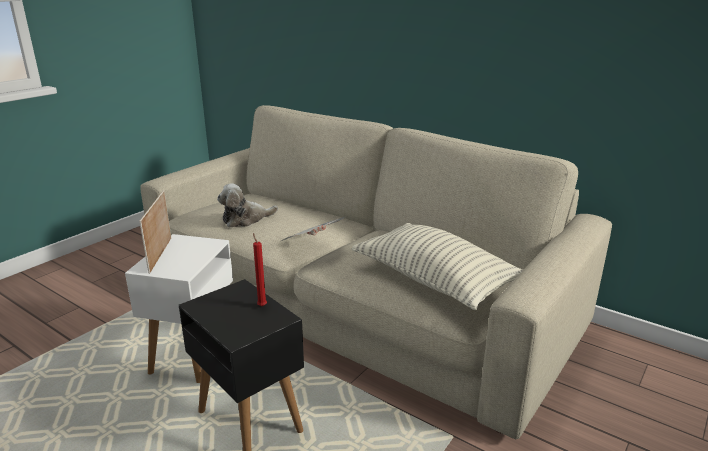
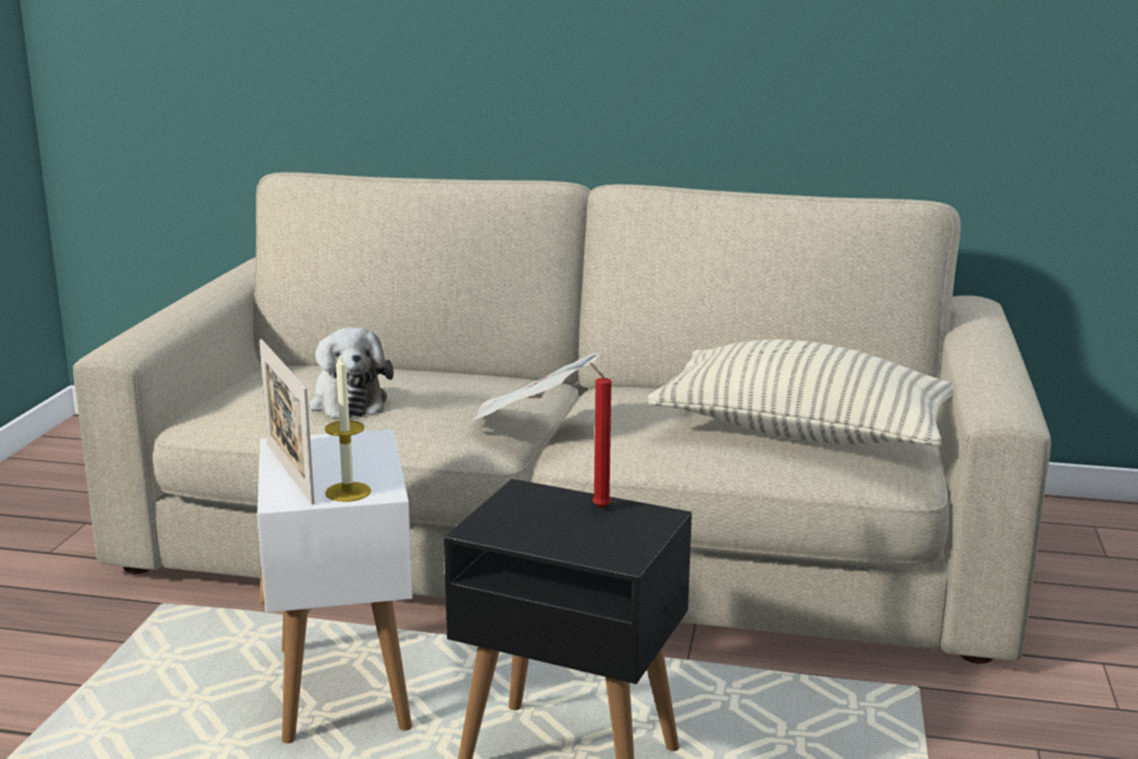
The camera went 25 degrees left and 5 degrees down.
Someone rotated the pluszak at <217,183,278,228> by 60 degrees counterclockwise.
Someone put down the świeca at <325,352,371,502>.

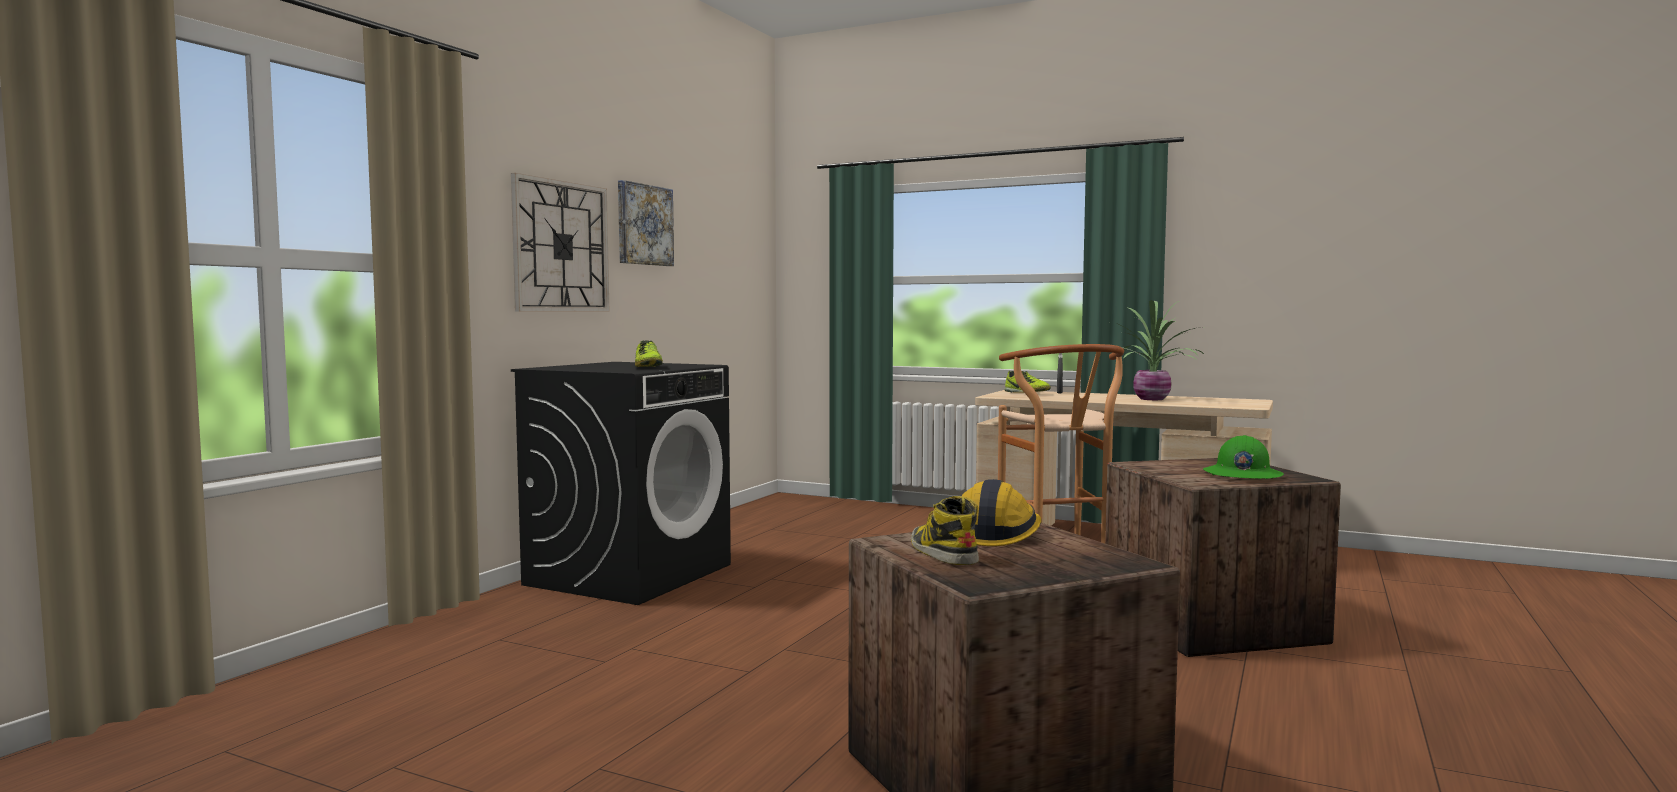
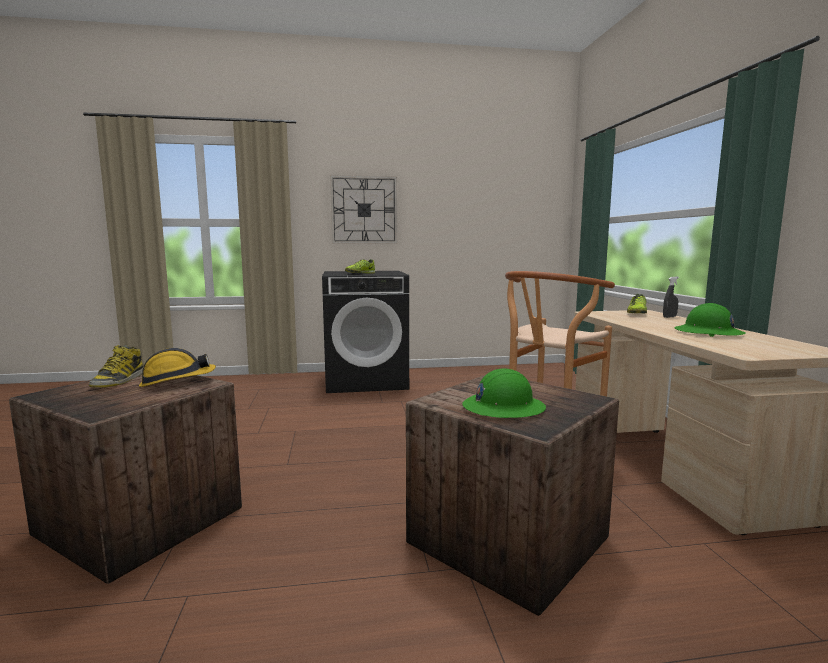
The camera went 55 degrees right and 5 degrees up.
Someone took away the obraz at <618,180,674,266>.
Someone swapped the roślina doniczkowa at <1108,300,1205,400> for the kask/zielony at <675,303,746,337>.
Someone rotated the but z cholewką at <911,496,979,565> by 150 degrees clockwise.

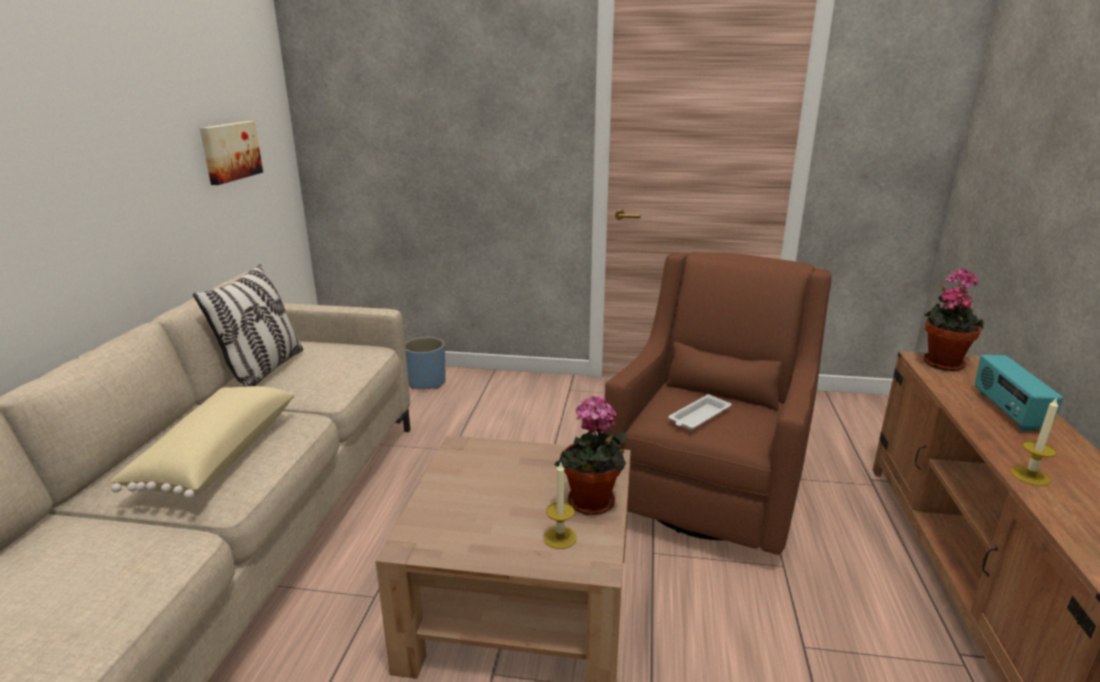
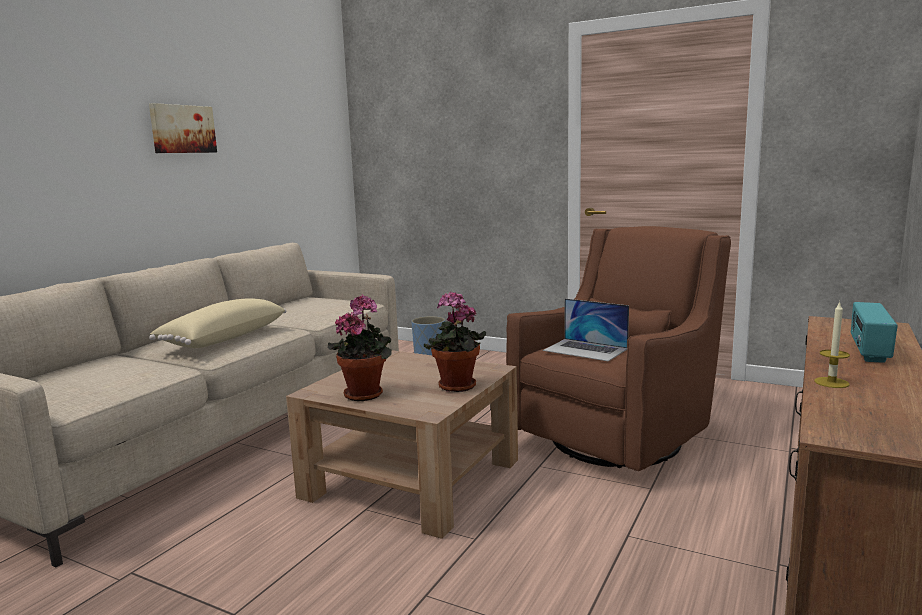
The camera went 20 degrees right and 10 degrees down.
Someone carried the obraz from <200,121,263,185> to <149,103,217,153>.
Someone took away the poduszka at <193,264,303,387>.
Someone carried the roślina doniczkowa from <923,269,984,371> to <328,295,392,401>.
Someone swapped the taca/biały at <668,394,731,430> for the laptop at <543,298,629,362>.
Someone took away the świeca at <544,463,577,549>.

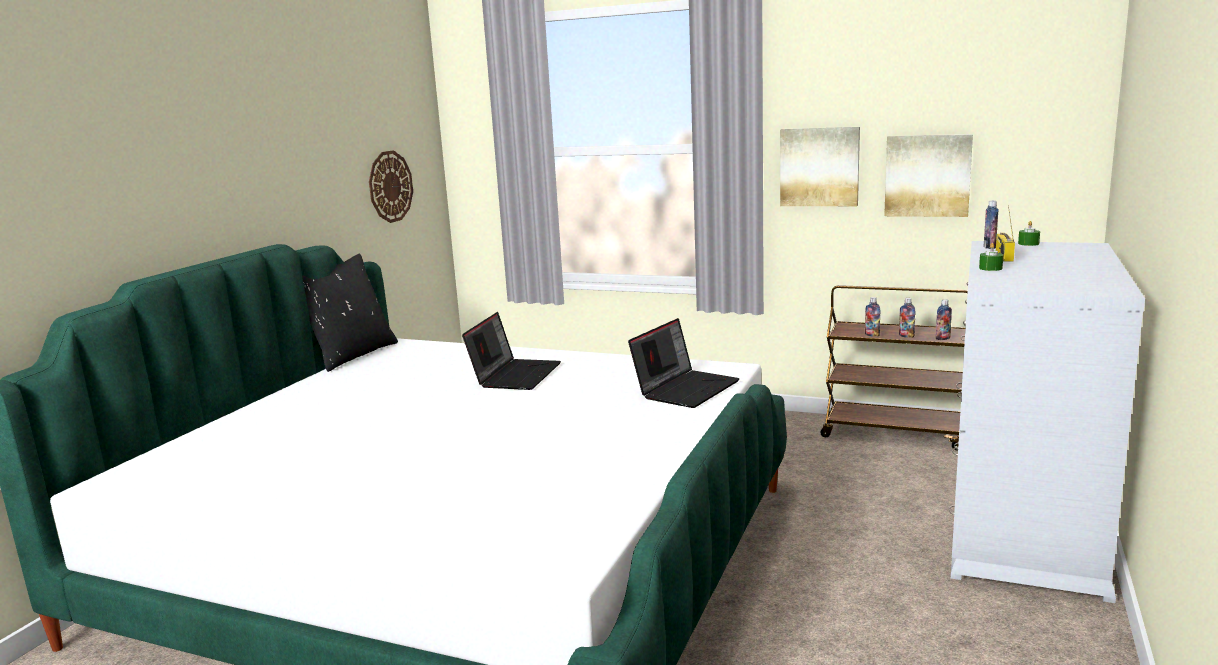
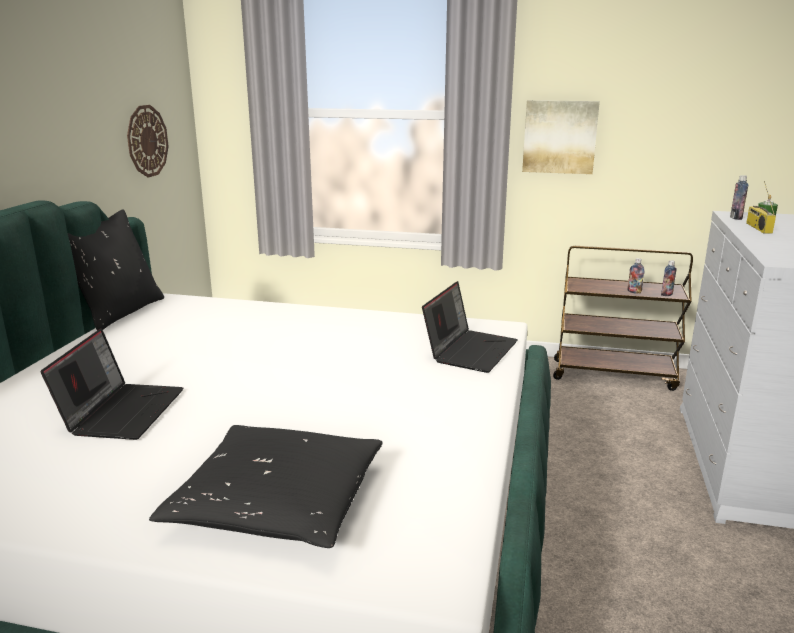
The camera went 10 degrees left and 5 degrees up.
Someone took away the obraz at <884,134,973,217>.
Someone took away the świeca/zielony at <979,243,1003,271>.
Someone took away the butelka at <865,297,881,337>.
Someone carried the laptop from <462,312,561,390> to <41,328,183,440>.
Someone put down the poduszka/czarny at <149,425,383,548>.

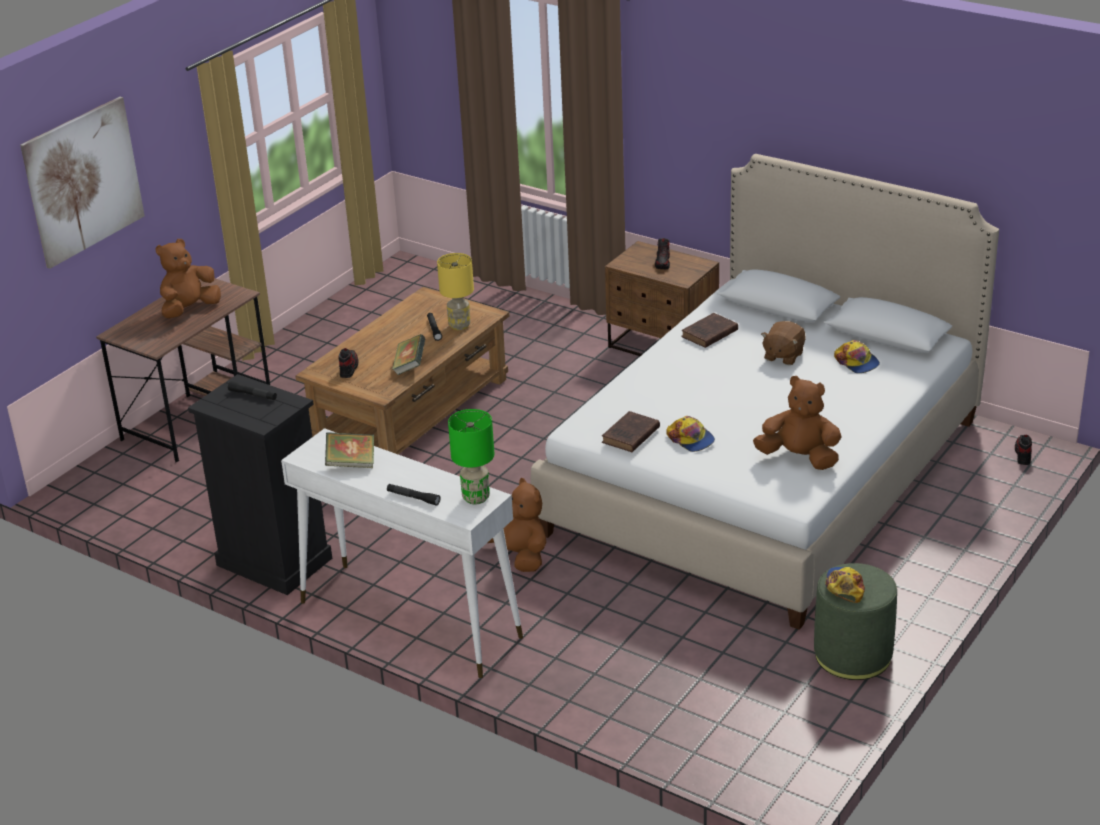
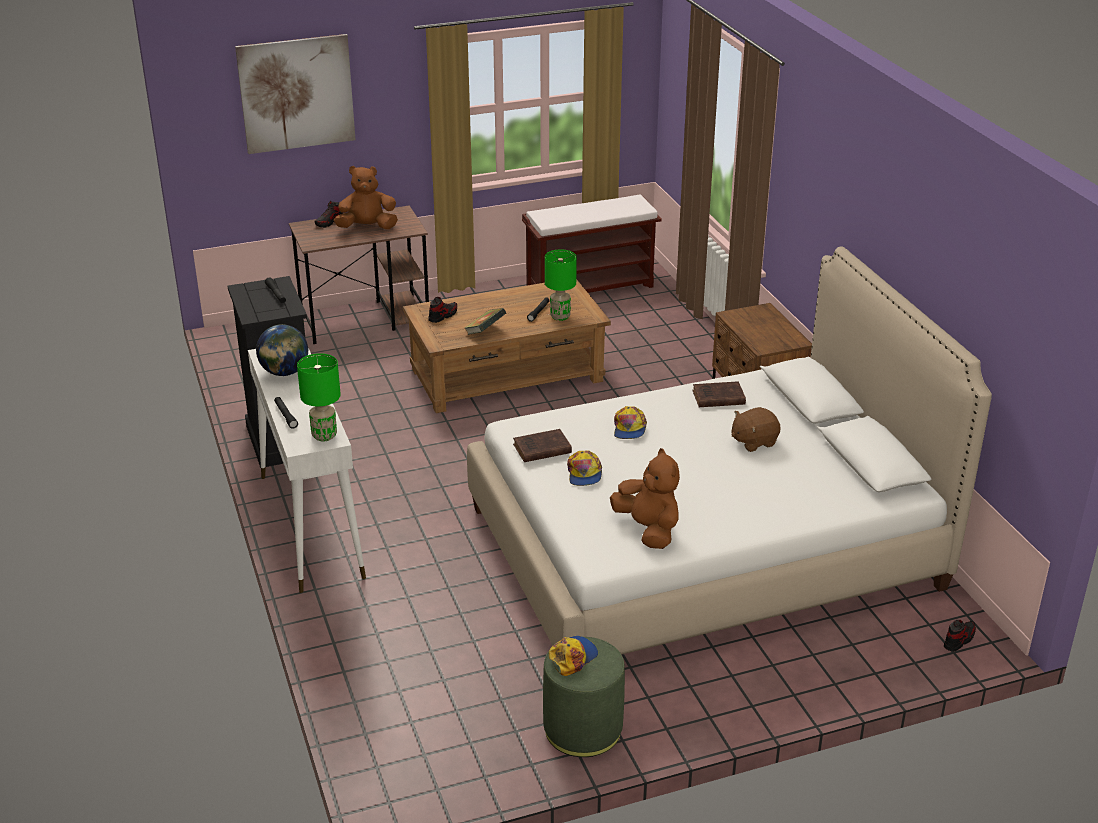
The camera went 35 degrees right and 0 degrees up.
Someone carried the but from <655,238,670,269> to <315,201,343,228>.
Someone repainted the lampa stołowa/żółty at <437,253,474,330>, which became the lampa stołowa/zielony at <545,250,577,321>.
Someone carried the czapka z daszkiem from <834,340,880,373> to <614,406,647,439>.
Someone swapped the książka at <325,432,374,468> for the globus at <256,324,309,376>.
Someone took away the pluszak/brązowy at <488,478,546,572>.
Someone put down the ławka/brązowy at <522,194,662,293>.

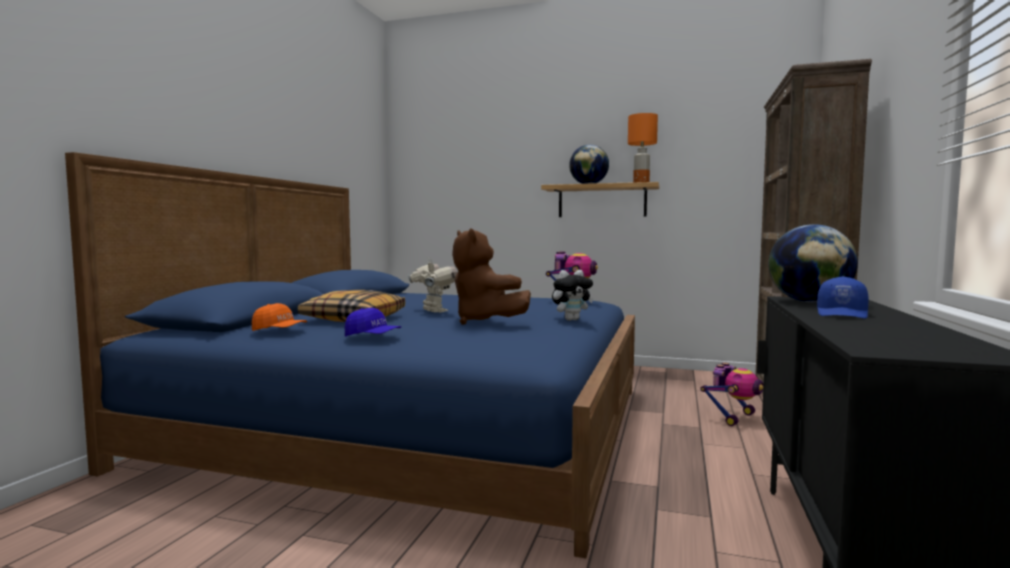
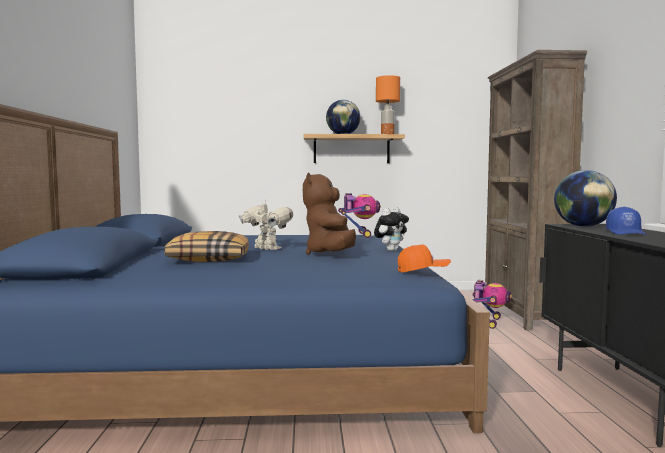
The camera went 20 degrees left and 0 degrees up.
Someone rotated the pluszak/brązowy at <452,228,531,325> by 60 degrees clockwise.
Someone carried the czapka z daszkiem/pomarańczowy from <252,303,307,331> to <398,244,451,273>.
Someone took away the czapka z daszkiem/niebieski at <345,308,401,337>.

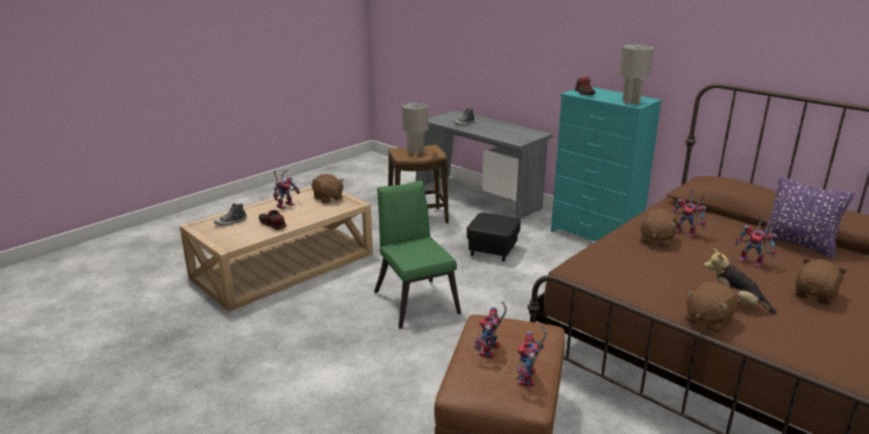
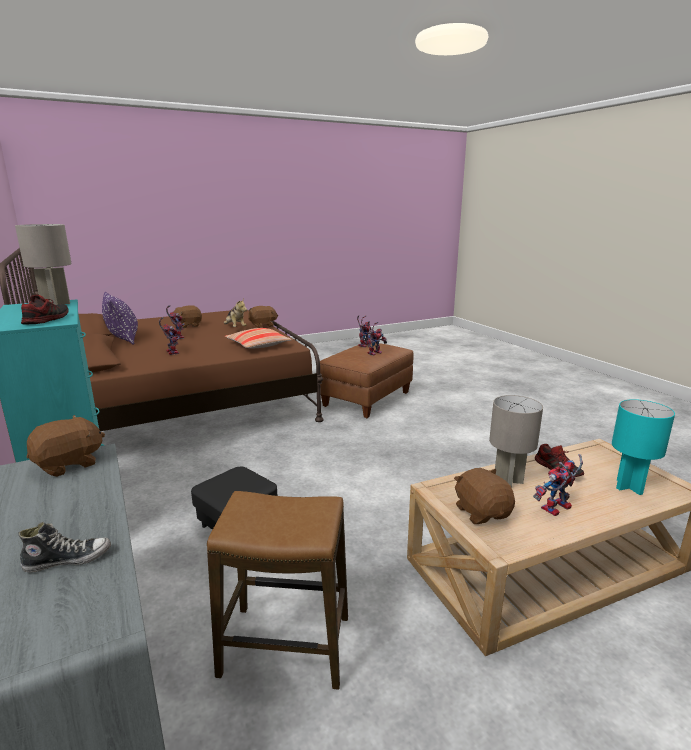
The camera went 160 degrees left and 5 degrees down.
Someone carried the lampa stołowa/szary from <402,102,428,155> to <489,395,543,488>.
Someone took away the krzesło/zielony at <374,180,461,329>.
Someone swapped the but at <214,203,247,226> for the lampa stołowa/turkusowy at <612,399,675,495>.
Someone carried the pluszak/brązowy from <640,209,677,247> to <27,415,105,477>.
Someone put down the poduszka at <225,328,292,348>.

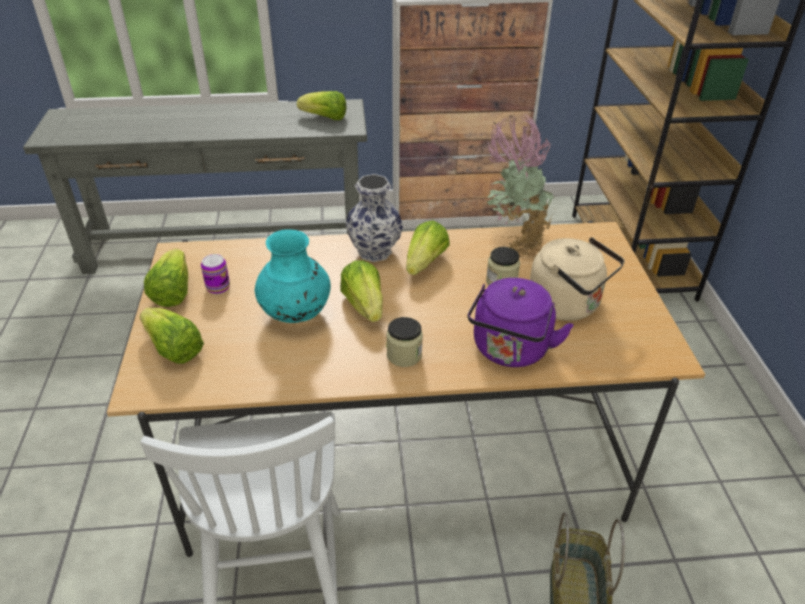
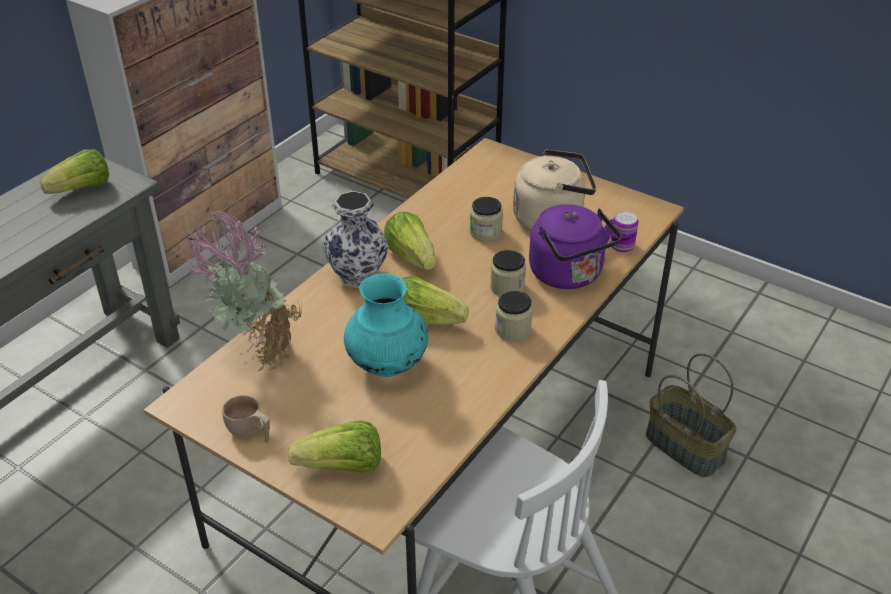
The camera went 50 degrees left and 0 degrees up.
Someone carried the roślina doniczkowa from <485,113,555,257> to <184,209,301,372>.
Someone swapped the sałata at <144,249,188,307> for the filiżanka/beżowy at <222,395,270,443>.
Someone carried the puszka from <201,254,230,294> to <610,211,638,253>.
Someone put down the słoik at <490,250,526,297>.

